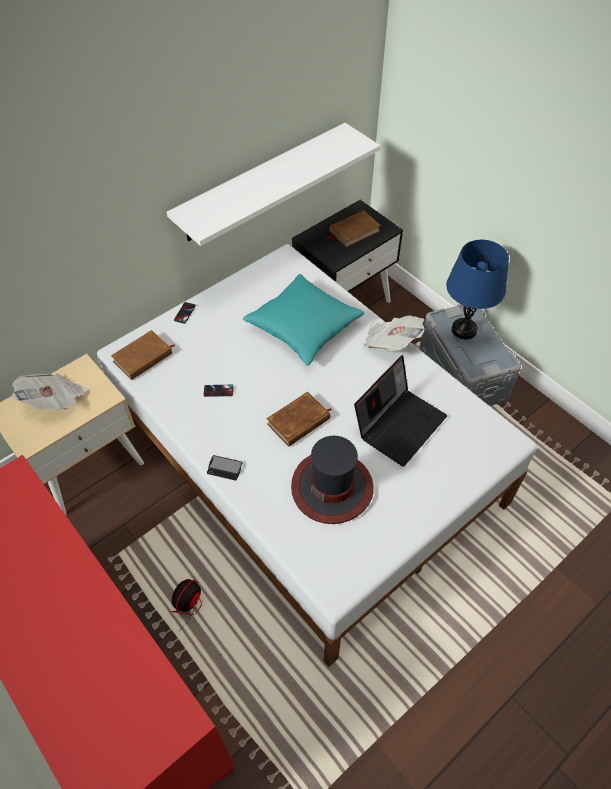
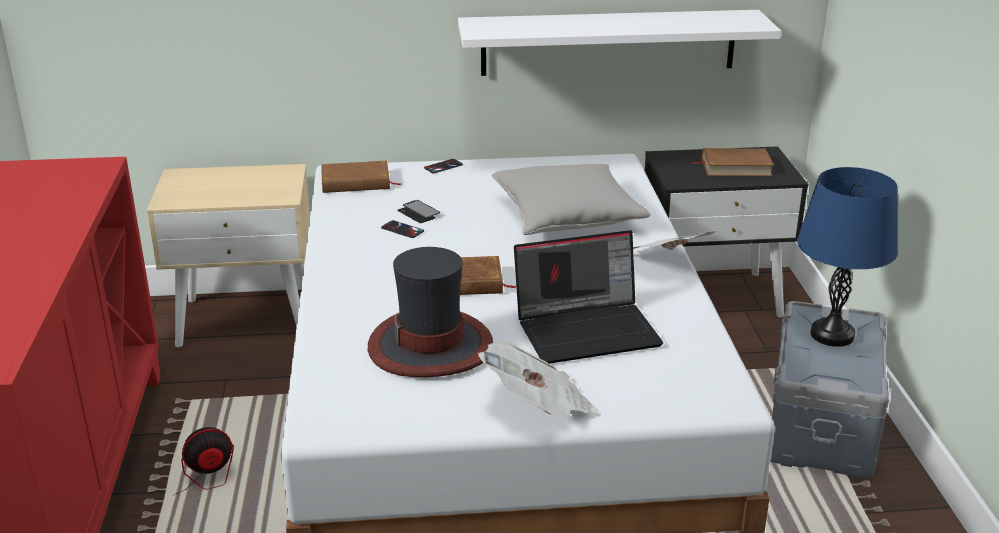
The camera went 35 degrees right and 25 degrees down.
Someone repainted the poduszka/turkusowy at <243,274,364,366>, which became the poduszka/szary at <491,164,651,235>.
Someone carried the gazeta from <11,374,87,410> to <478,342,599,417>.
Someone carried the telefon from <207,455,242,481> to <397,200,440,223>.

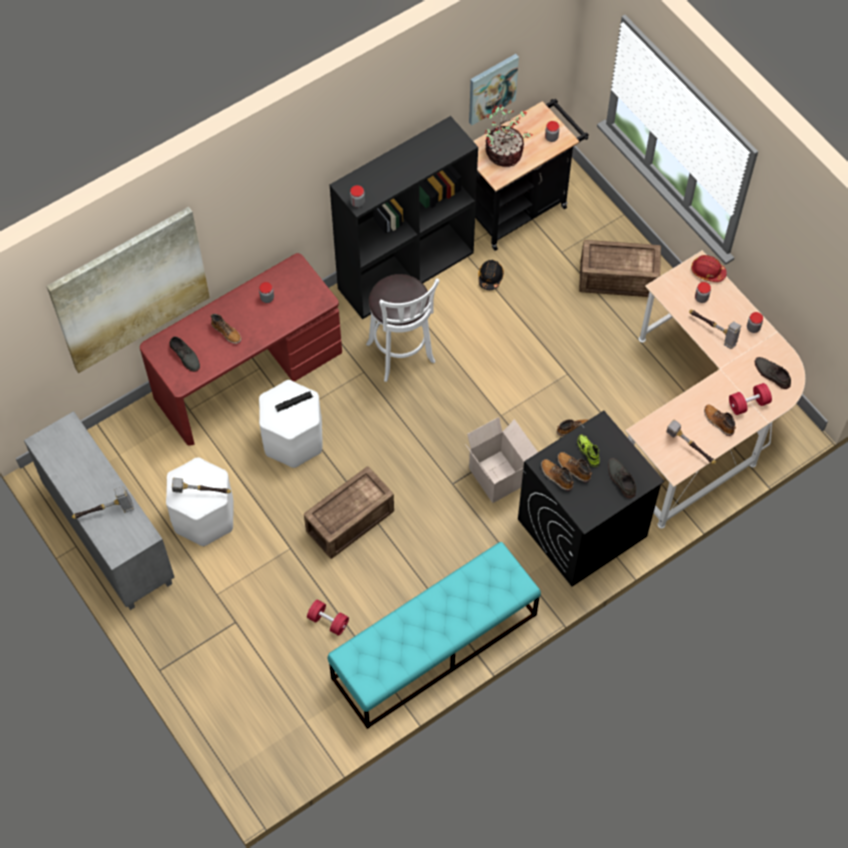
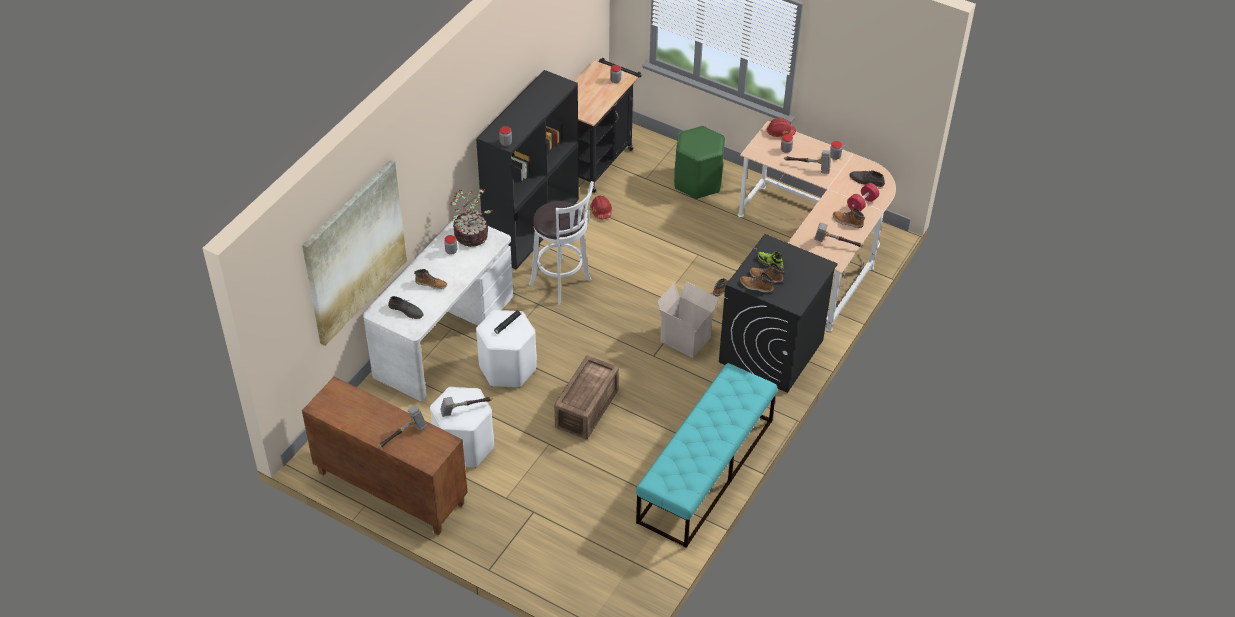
The camera went 25 degrees left and 15 degrees down.
Someone took away the obraz at <469,54,519,125>.
Someone carried the roślina doniczkowa from <485,105,533,167> to <450,188,493,247>.
Someone swapped the skrzynka at <579,240,661,297> for the stołek/zielony at <674,126,725,199>.
Someone repainted the biurko/czerwony at <140,253,342,445>, which became the biurko/biały at <363,214,513,401>.
Someone repainted the kask/czarny at <478,260,504,290>, which became the kask/czerwony at <590,196,612,219>.
Someone repainted the szafka/szary at <24,411,174,610>, which became the szafka/brązowy at <302,376,468,535>.
Someone took away the but/szary at <608,458,636,498>.
Someone took away the hantel/czerwony at <307,599,349,636>.

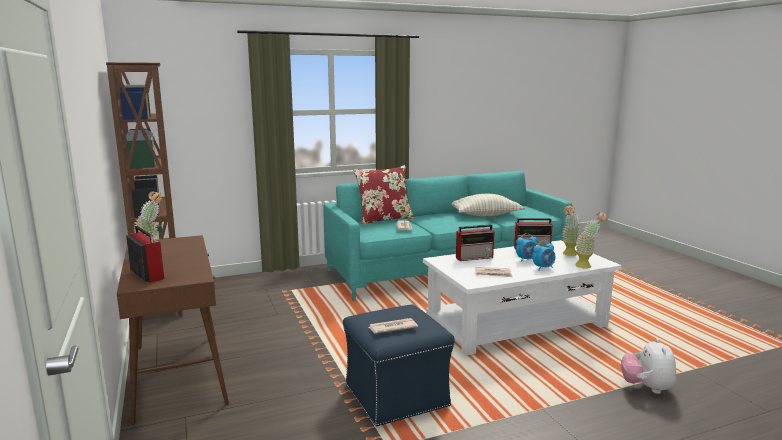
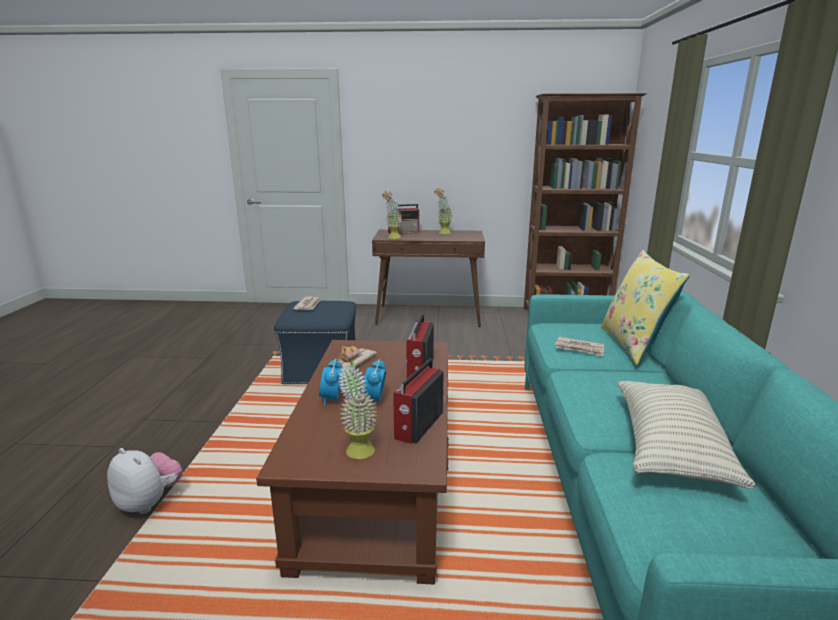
The camera went 115 degrees right and 5 degrees up.
Someone repainted the poduszka/czerwony at <353,165,414,225>, which became the poduszka/żółty at <601,250,690,365>.
Someone carried the roślina doniczkowa from <575,212,608,268> to <382,191,402,239>.
Someone repainted the ława/biały at <423,240,622,355>, which became the ława/brązowy at <256,340,448,584>.

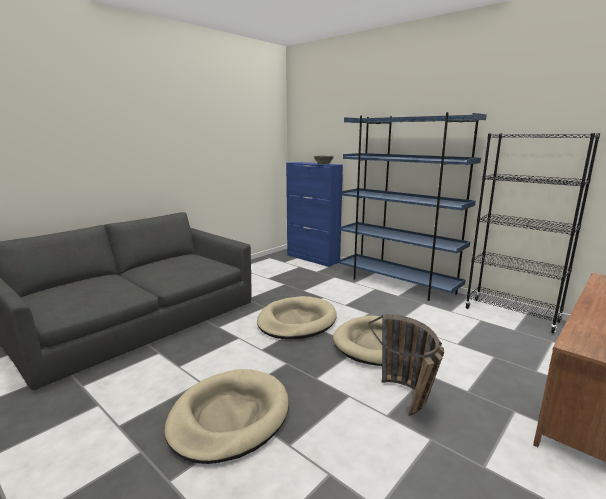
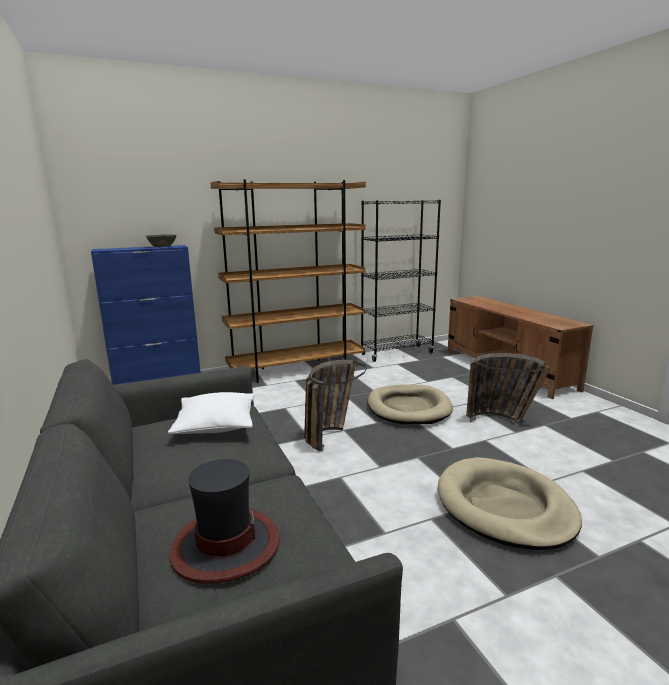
The camera went 65 degrees left and 0 degrees up.
Someone repainted the regał/niebieski at <340,112,487,301>, which became the regał/brązowy at <211,179,366,383>.
Someone swapped the legowisko/beżowy at <257,296,337,339> for the koszyk at <304,360,366,451>.
Someone put down the poduszka/biały at <168,392,254,434>.
Someone put down the kapelusz at <170,459,280,584>.

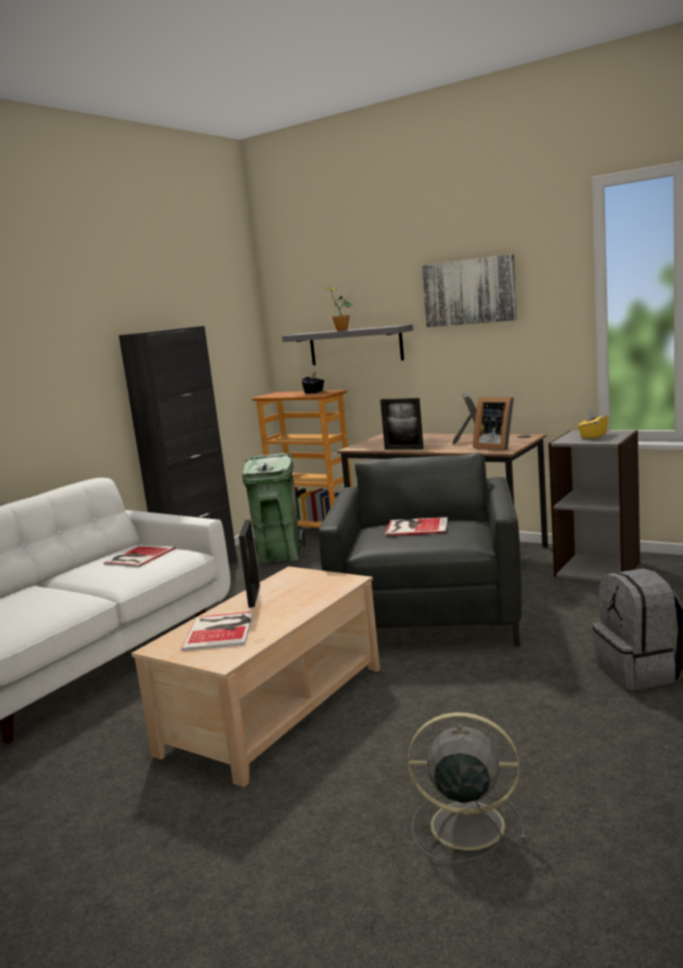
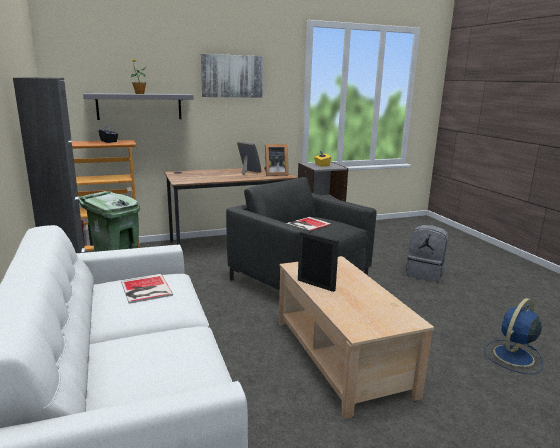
The camera went 55 degrees left and 5 degrees up.
Someone took away the ramka na zdjęcie at <380,398,424,450>.
Someone took away the książka at <181,612,254,651>.
Someone repainted the wentylator/szary at <408,712,526,863>, which became the wentylator/niebieski at <484,298,543,374>.

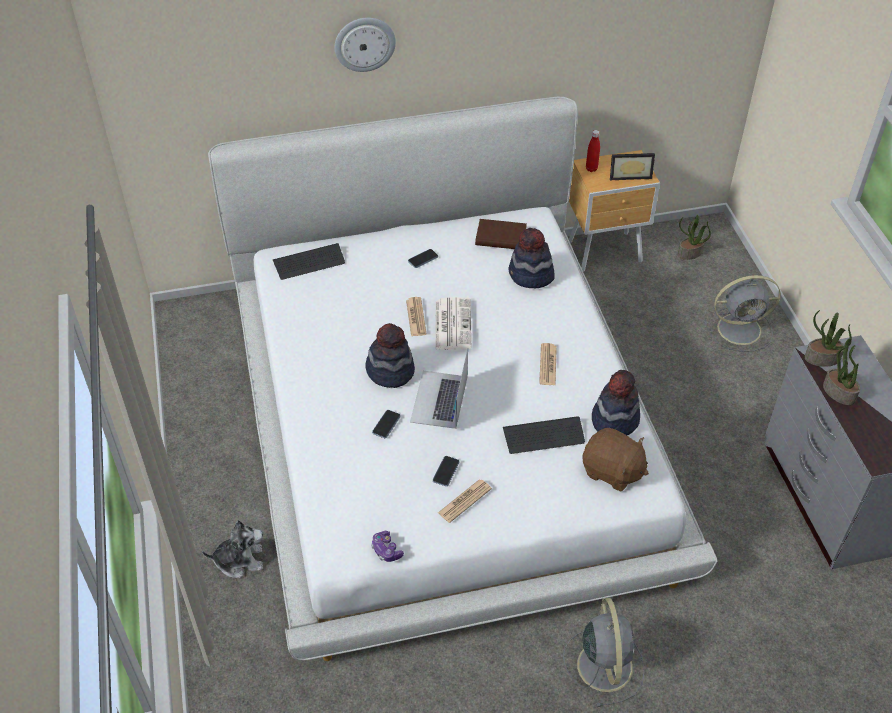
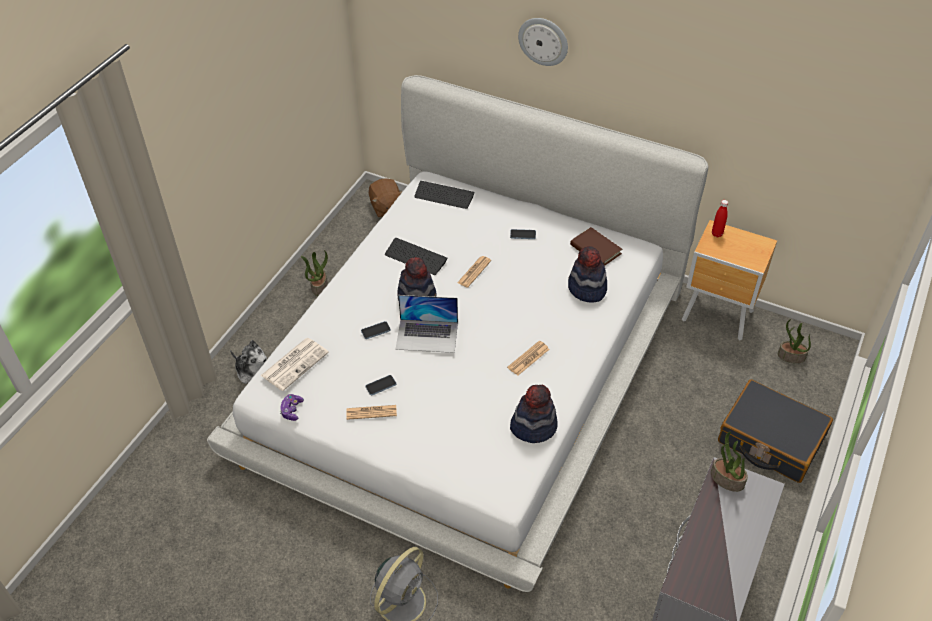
The camera went 40 degrees right and 0 degrees up.
Someone took away the ramka na zdjęcie at <610,153,655,180>.
Someone swapped the wentylator/szary at <704,275,781,352> for the walizka/czarny at <718,379,833,483>.
Someone carried the gazeta from <435,297,472,350> to <260,338,329,391>.
Someone carried the roślina doniczkowa from <823,338,860,405> to <301,250,328,296>.
Someone rotated the laptop at <410,349,468,429> by 135 degrees counterclockwise.
Someone carried the klawiatura from <503,416,585,454> to <385,238,447,275>.
Someone carried the pluszak/brązowy from <582,428,649,492> to <369,178,402,218>.

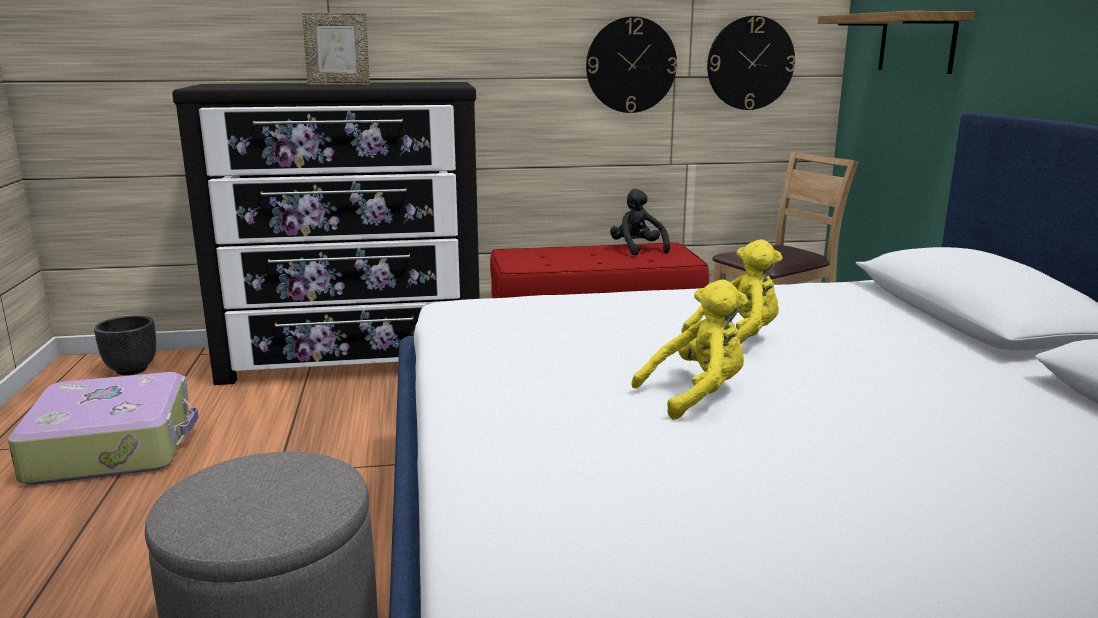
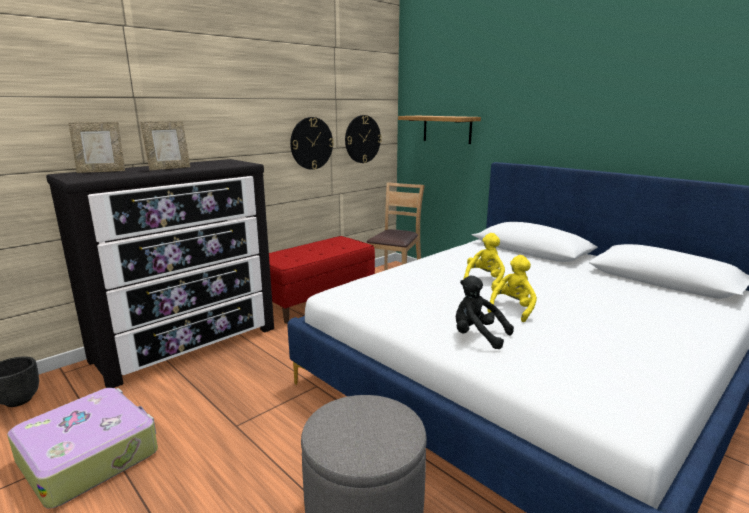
The camera went 35 degrees left and 0 degrees up.
Someone carried the pluszak/czarny from <610,189,670,256> to <456,276,514,349>.
Someone put down the ramka na zdjęcie at <68,122,125,173>.

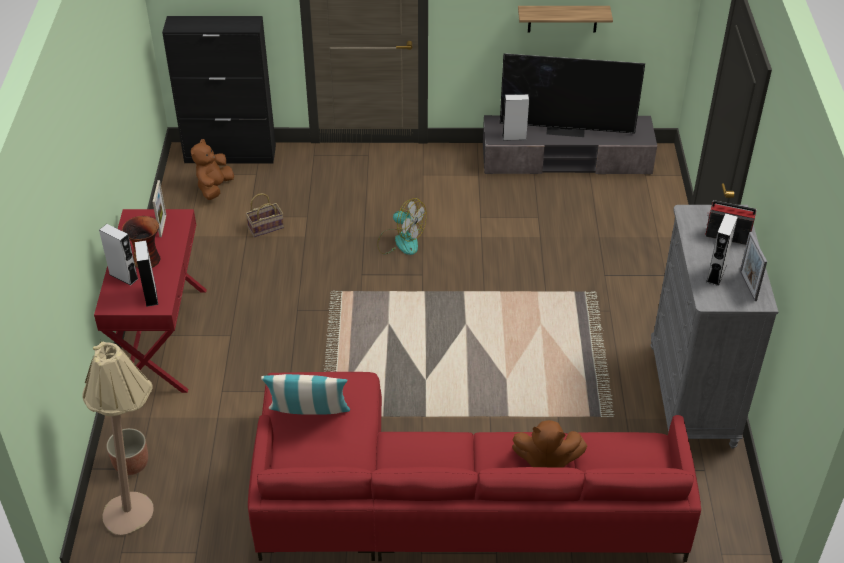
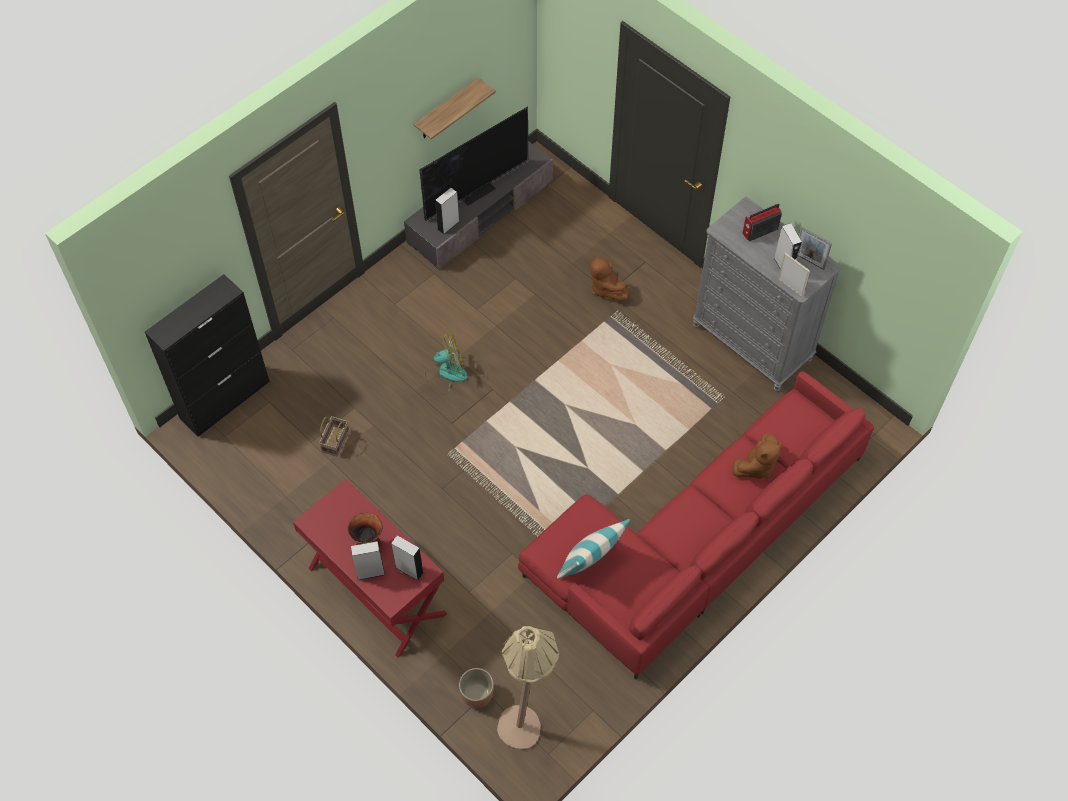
The camera went 45 degrees left and 15 degrees up.
Someone carried the pluszak/brązowy from <191,139,234,200> to <590,256,630,301>.
Someone carried the ramka na zdjęcie from <153,180,167,237> to <778,253,810,297>.

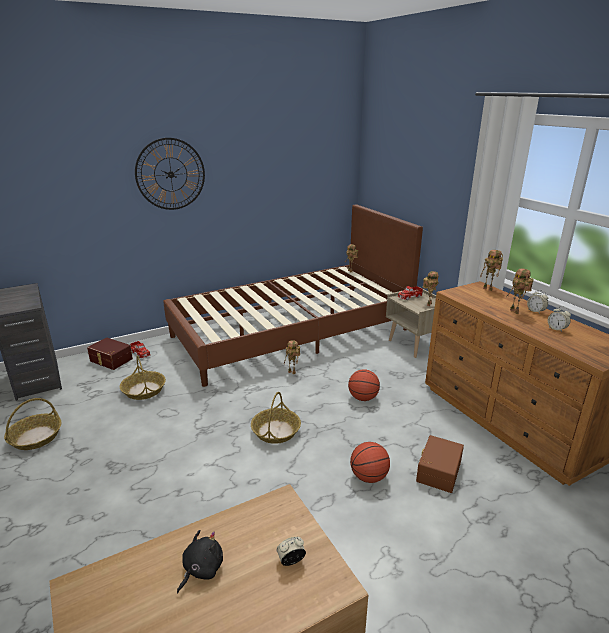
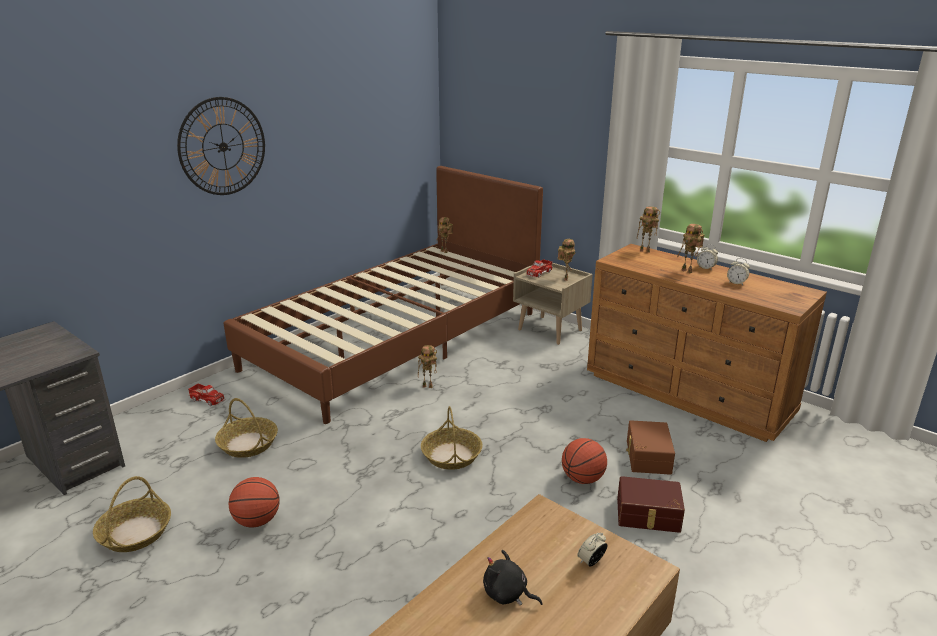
The camera went 20 degrees left and 0 degrees up.
Someone carried the pojemnik do przechowywania/brązowy from <87,337,133,370> to <617,476,685,533>.
Someone carried the piłka do koszykówki from <348,369,380,401> to <229,477,280,527>.
Someone rotated the pluszak/czarny at <177,530,223,593> by 75 degrees counterclockwise.

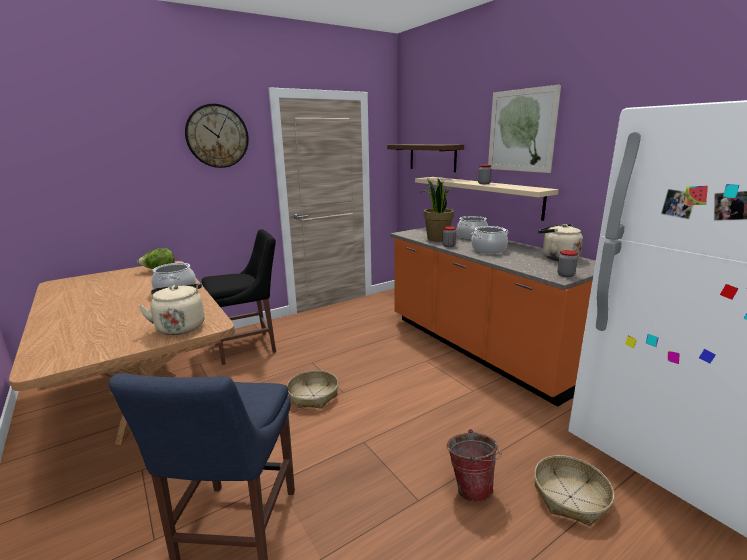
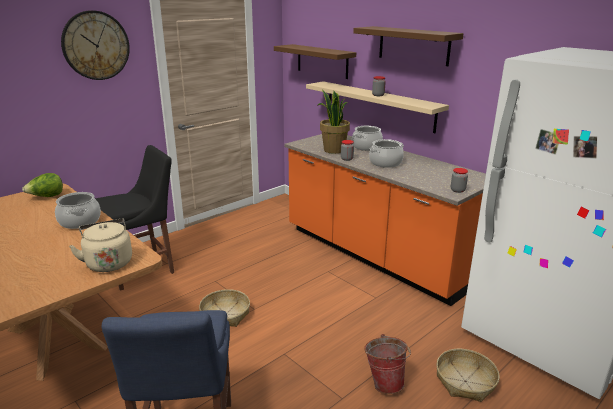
The camera went 10 degrees left and 5 degrees up.
Someone swapped the obraz at <488,84,561,173> for the półka/brązowy at <353,26,464,66>.
Someone took away the czajnik/beżowy at <538,224,583,261>.

